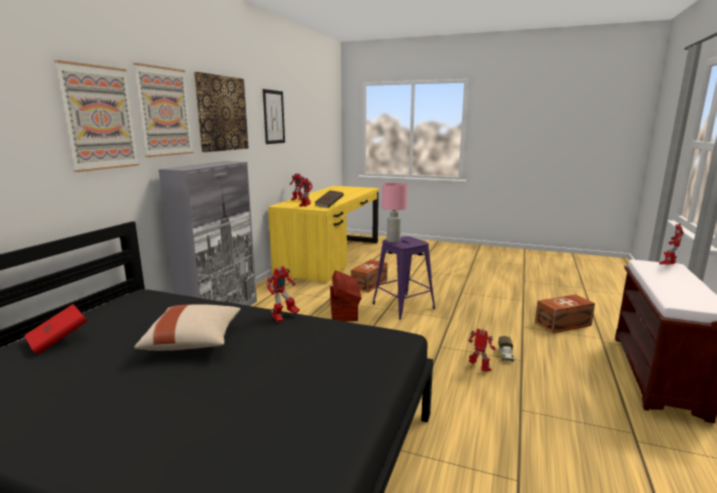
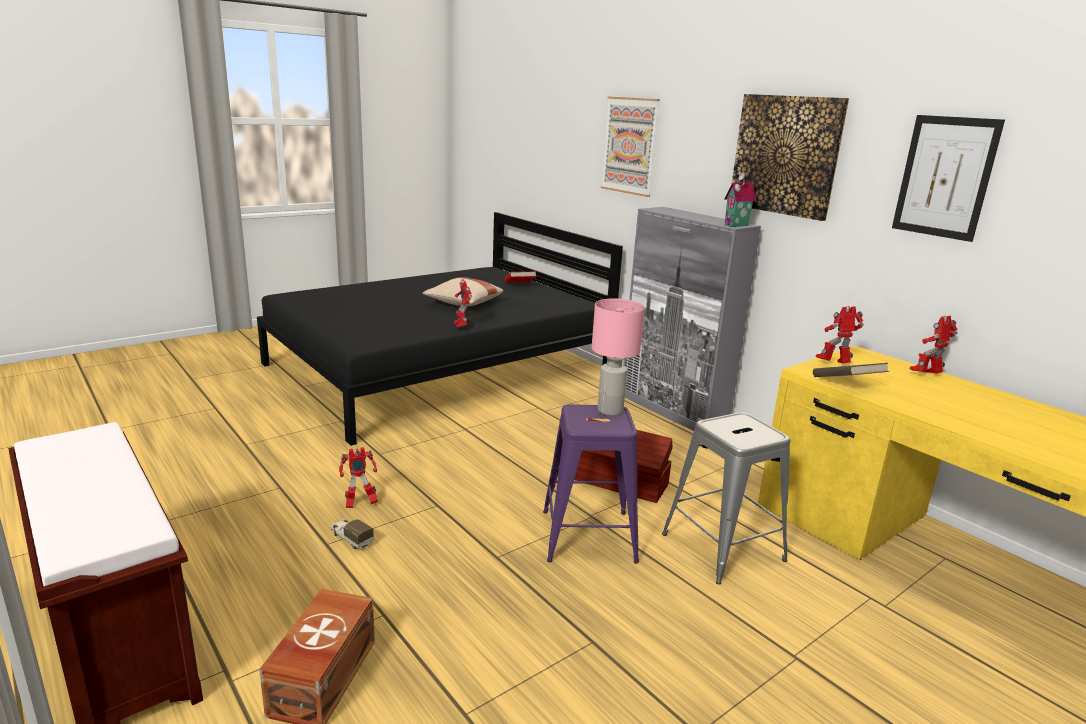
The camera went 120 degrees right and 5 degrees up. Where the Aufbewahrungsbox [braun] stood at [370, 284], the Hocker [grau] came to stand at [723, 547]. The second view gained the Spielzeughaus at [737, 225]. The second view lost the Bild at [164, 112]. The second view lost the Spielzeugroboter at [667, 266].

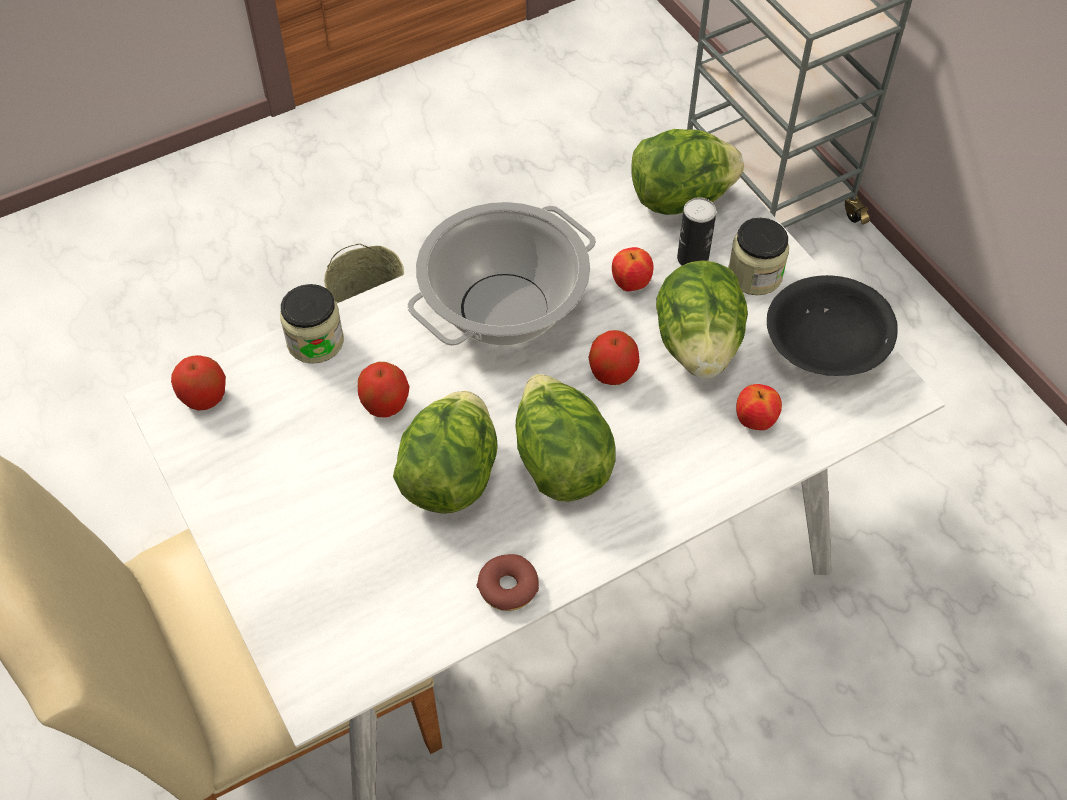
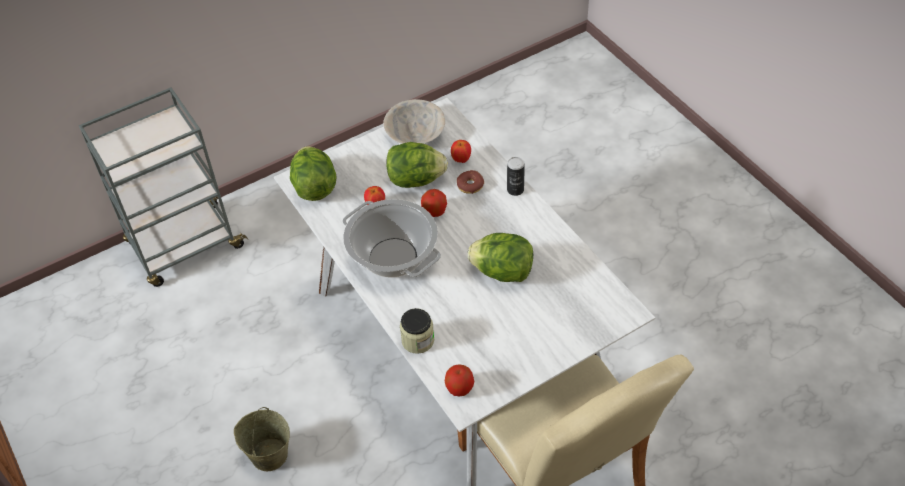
The camera went 90 degrees left and 5 degrees down. What was the Schüssel [schwarz] at [826, 347] turned into the Schüssel [beige] at [415, 134]. The Donut ended up elsewhere, having gone from [508, 587] to [470, 185]. The Dose ended up elsewhere, having gone from [692, 258] to [515, 189]. The second view lost the Apfel at [385, 404]. The second view lost the Salatkopf at [560, 461]. The second view lost the Vorratsglas at [754, 275].

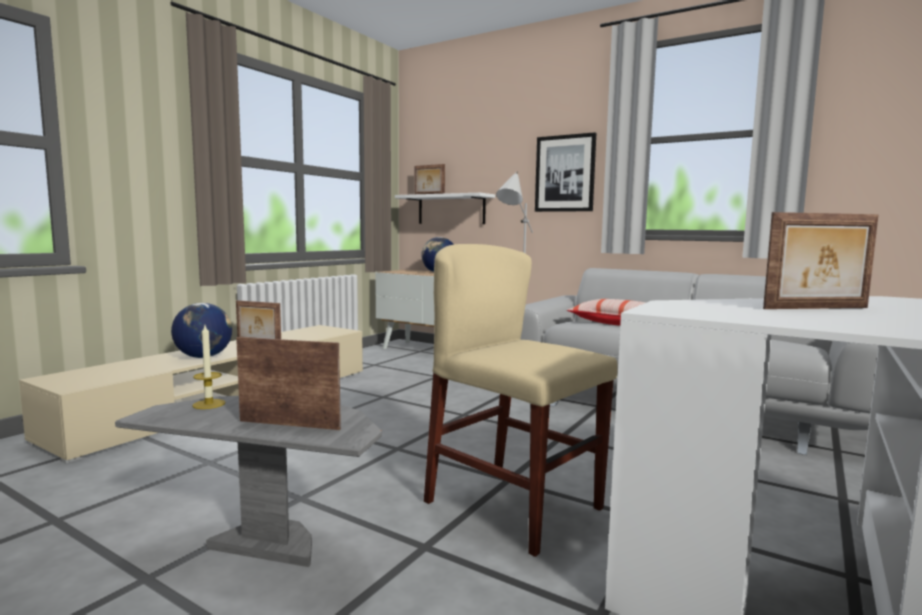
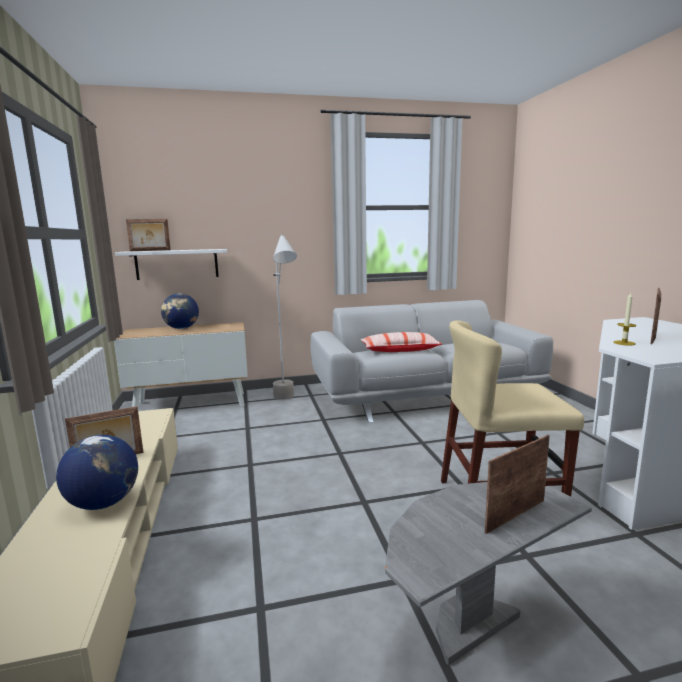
The camera went 45 degrees left and 5 degrees up. The Kerze ended up elsewhere, having gone from [209, 404] to [624, 343]. The second view lost the Bild at [565, 173].

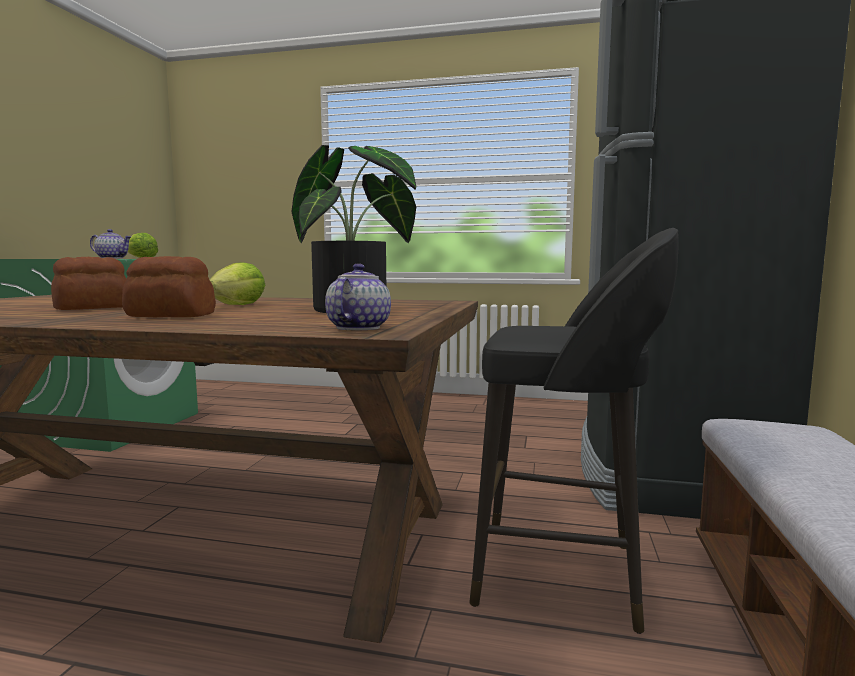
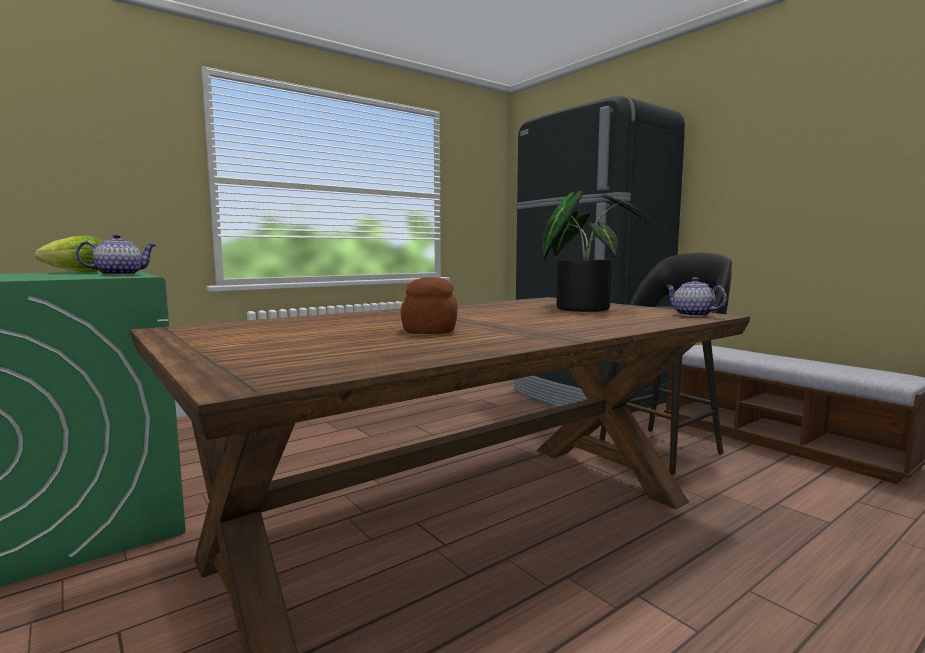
The camera went 50 degrees left and 0 degrees up. The second view lost the Brot at [171, 315]. The second view lost the Salatkopf at [238, 305].

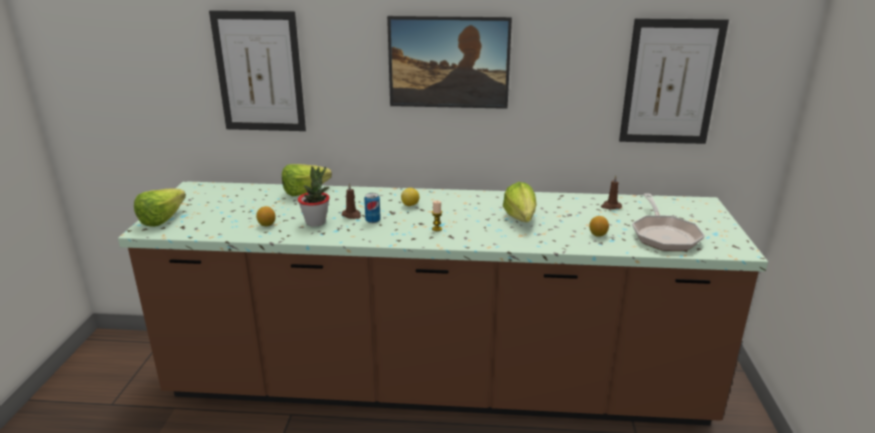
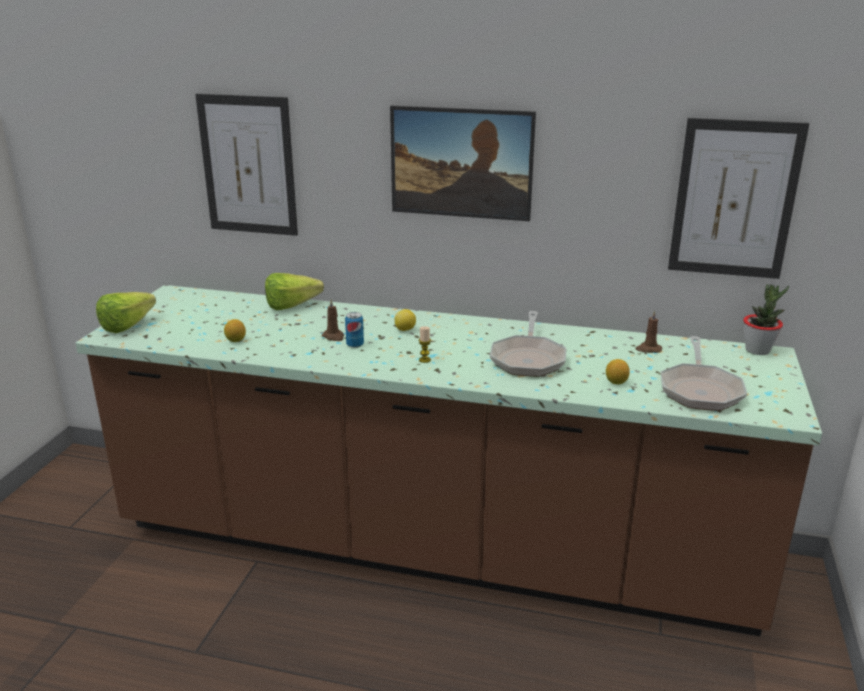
The camera went 10 degrees right and 0 degrees up. Where the Salatkopf stood at [520, 221], the Pfanne came to stand at [528, 358]. The Topfpflanze ended up elsewhere, having gone from [316, 222] to [757, 350].

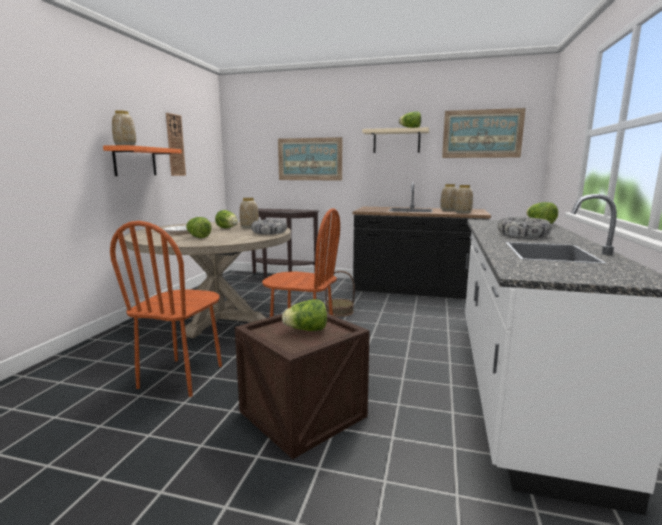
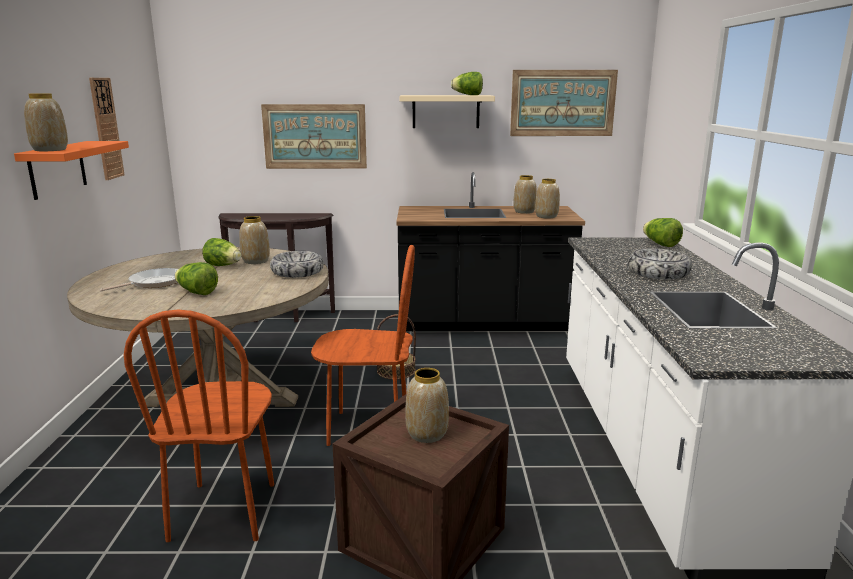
The camera went 15 degrees left and 5 degrees up. Where the Salatkopf stood at [306, 330], the Vase came to stand at [427, 434].

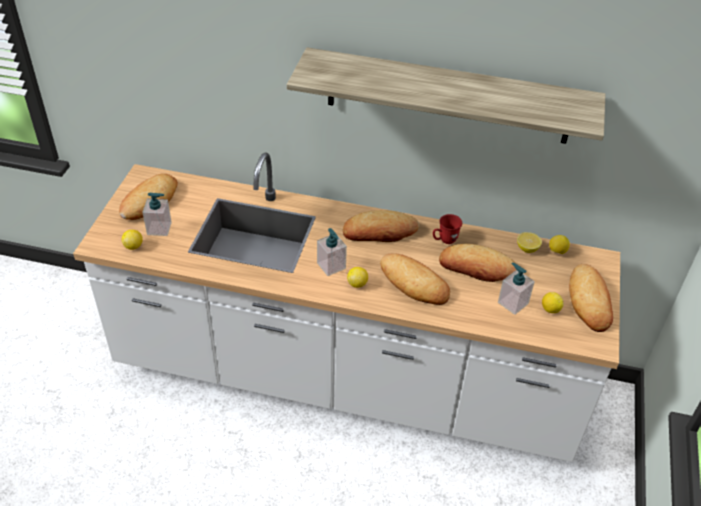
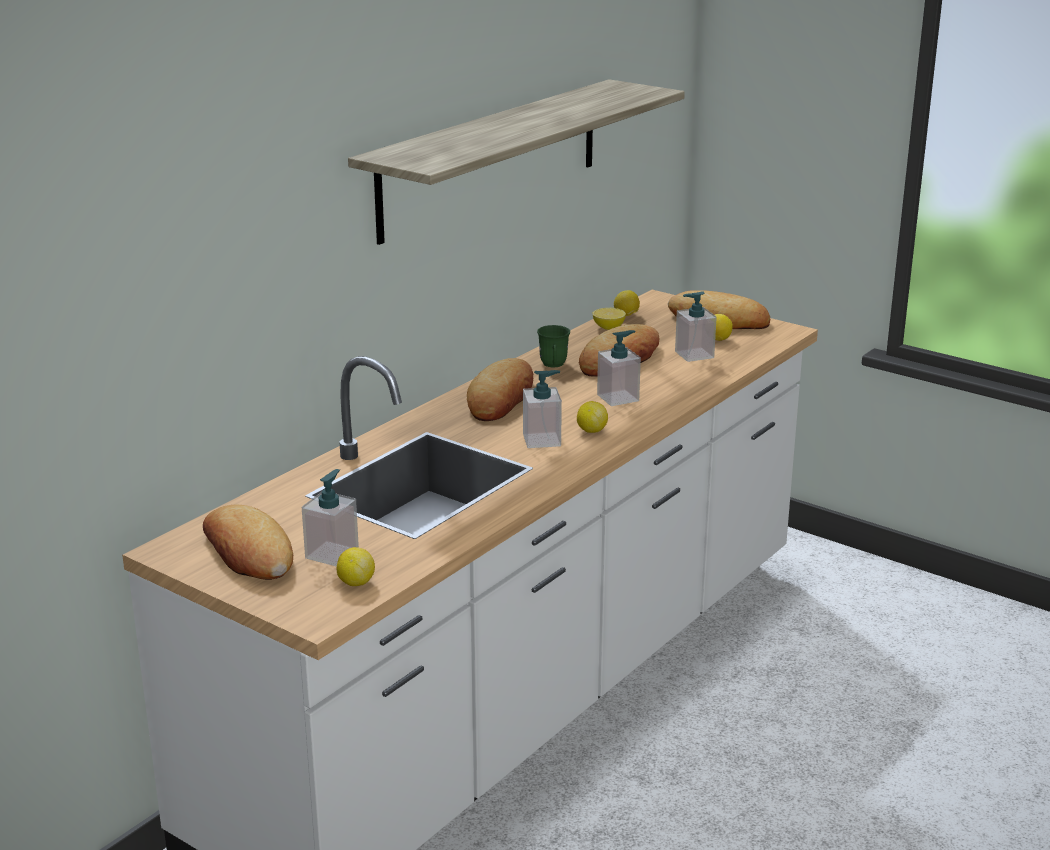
The camera went 65 degrees left and 20 degrees down. What was the Henkelbecher [rot] at [444, 240] turned into the Henkelbecher [grün] at [553, 365]. Where the Brot stood at [414, 283], the Seifenspender came to stand at [618, 398].

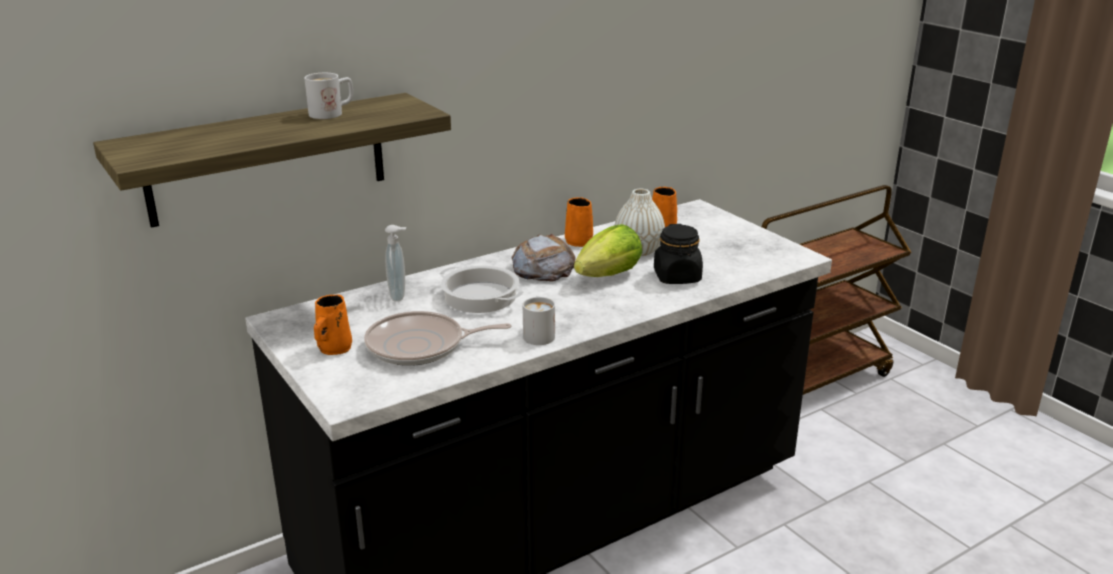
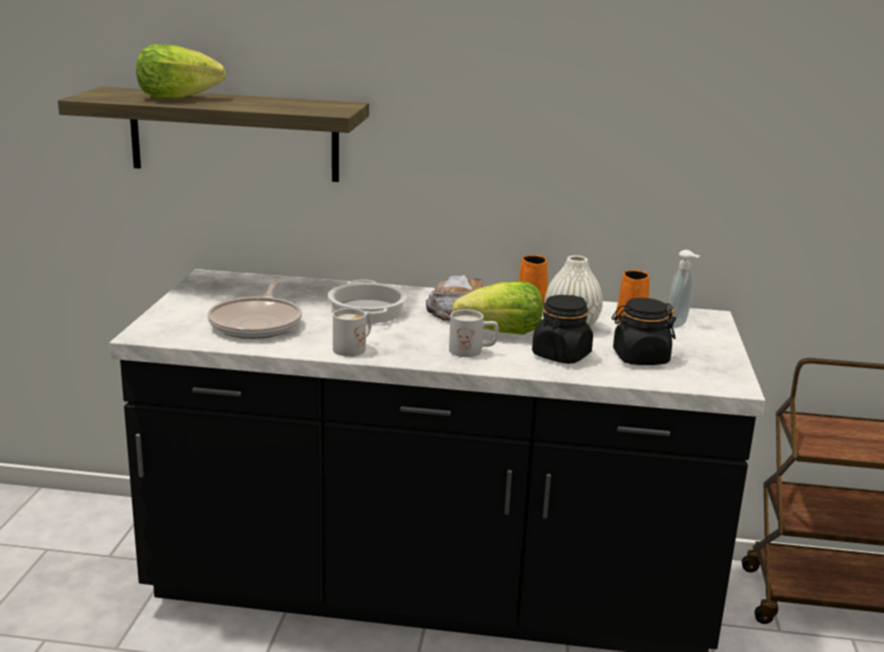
The camera went 40 degrees right and 5 degrees down. The second view gained the Salatkopf at [176, 98]. The Pfanne at [421, 346] ended up facing another way, 120 degrees counterclockwise from before. The Henkelbecher [weiß] ended up elsewhere, having gone from [332, 113] to [473, 351]. The second view gained the Vorratsglas [schwarz] at [640, 358]. The Seifenspender ended up elsewhere, having gone from [399, 296] to [679, 324]. The second view lost the Henkelbecher [orange] at [334, 349].

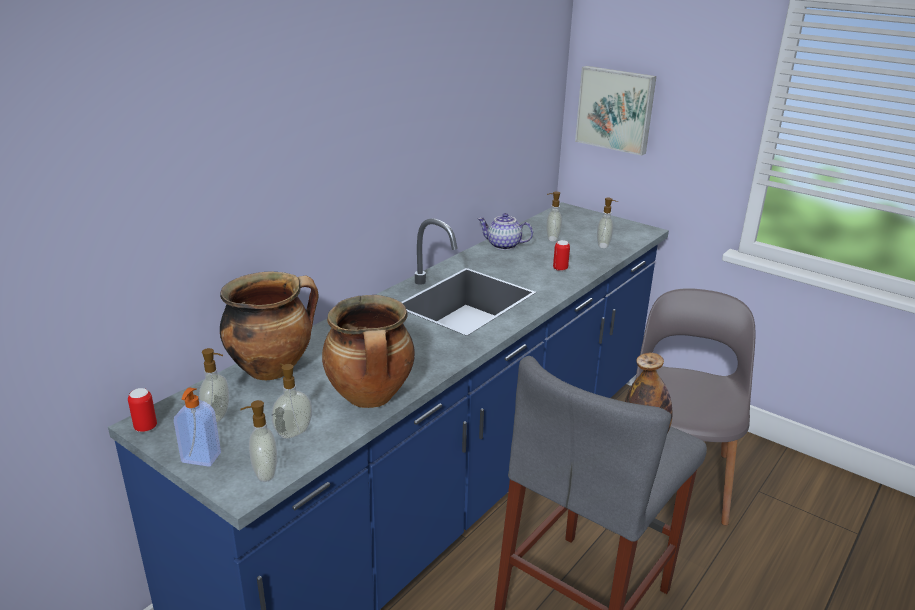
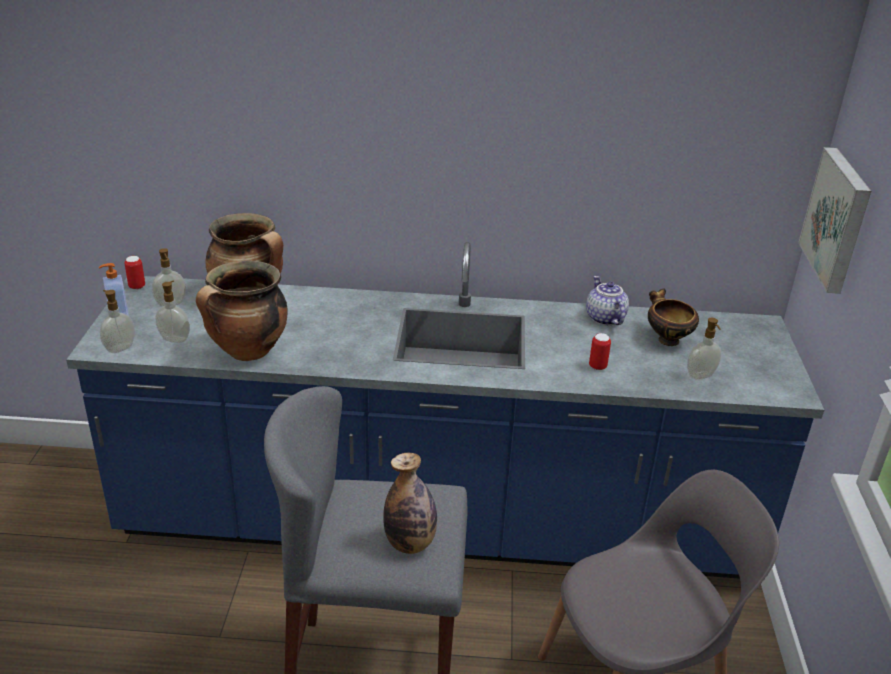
The camera went 55 degrees right and 5 degrees up. Where the Seifenspender stood at [552, 238], the Schüssel came to stand at [666, 339].

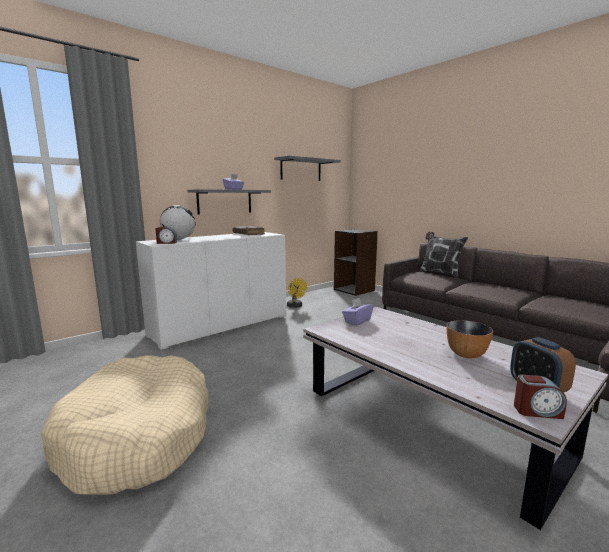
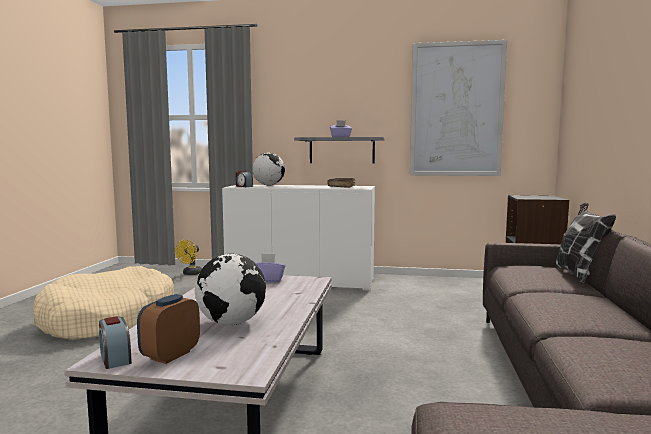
The camera went 50 degrees right and 5 degrees down. The Ventilator [gelb] ended up elsewhere, having gone from [295, 306] to [190, 274]. Where the Schüssel stood at [466, 354], the Globus came to stand at [232, 323]. Where the Wandregal [grau] hung at [301, 170], the Bild came to hang at [456, 110].

